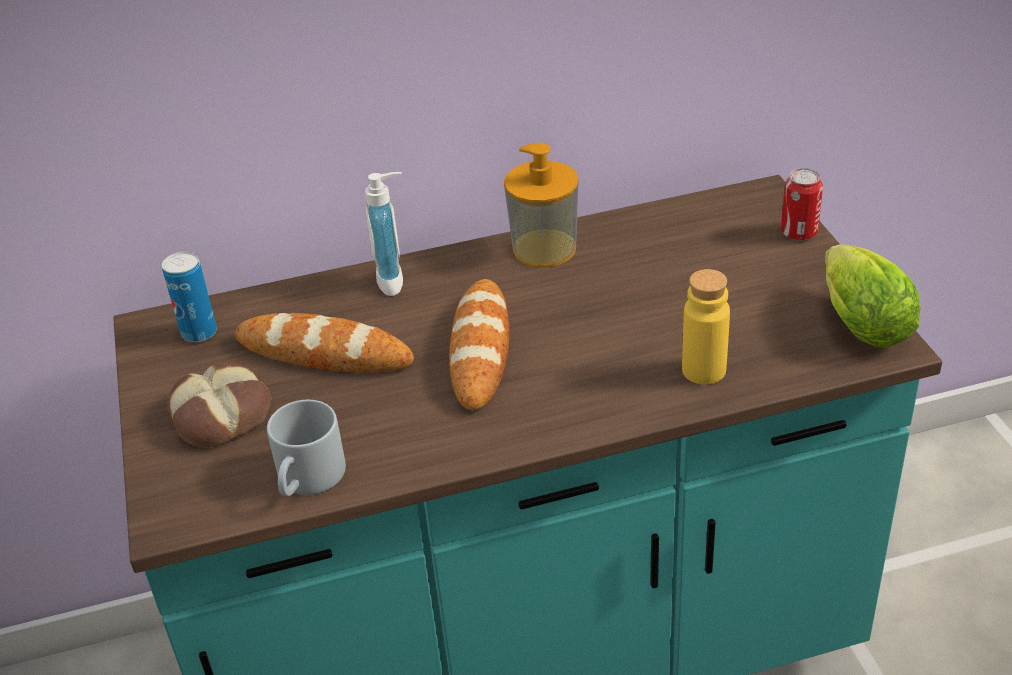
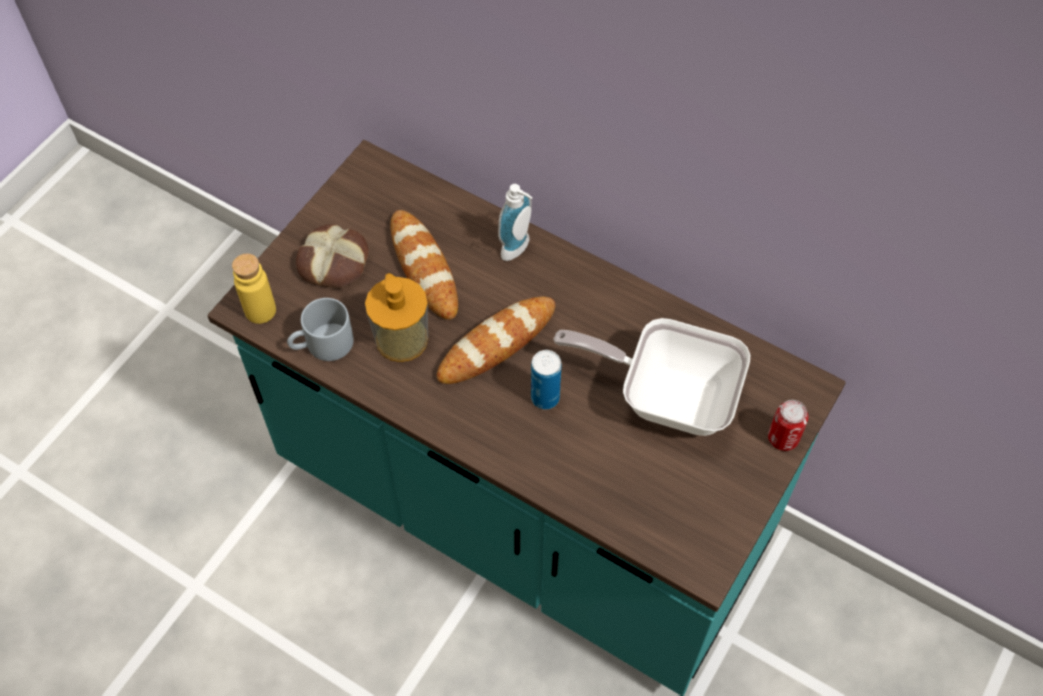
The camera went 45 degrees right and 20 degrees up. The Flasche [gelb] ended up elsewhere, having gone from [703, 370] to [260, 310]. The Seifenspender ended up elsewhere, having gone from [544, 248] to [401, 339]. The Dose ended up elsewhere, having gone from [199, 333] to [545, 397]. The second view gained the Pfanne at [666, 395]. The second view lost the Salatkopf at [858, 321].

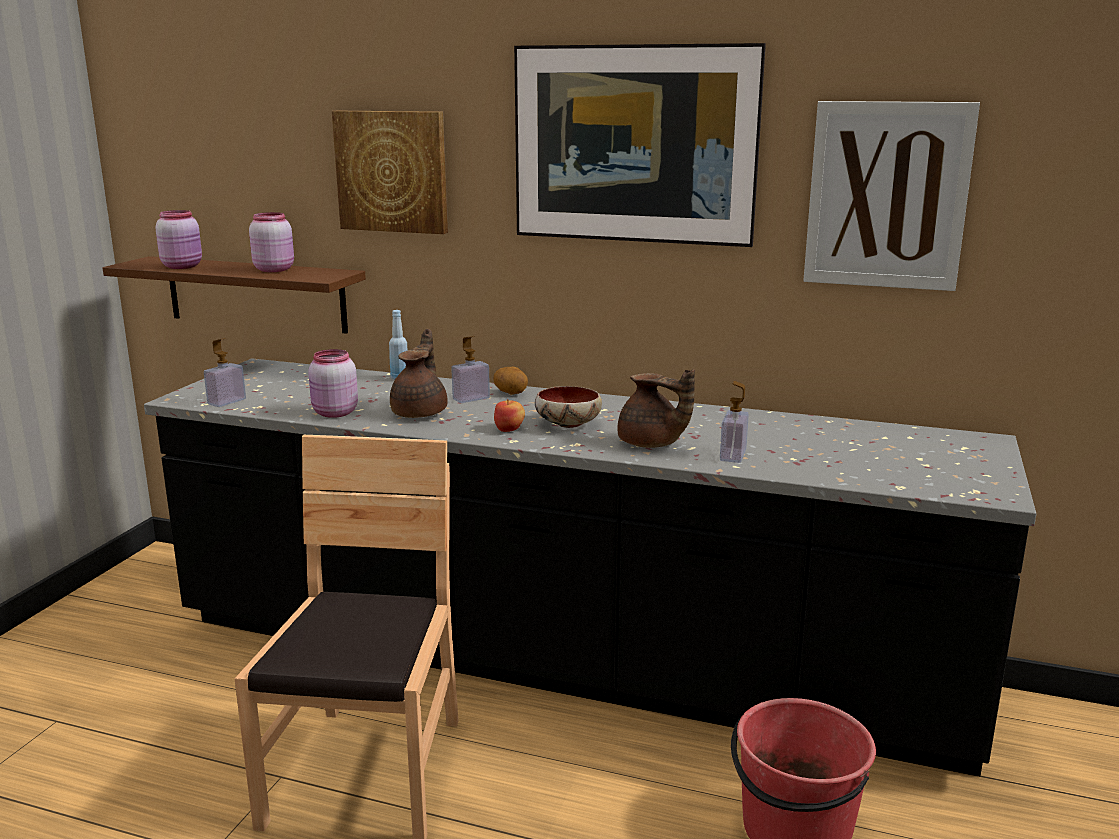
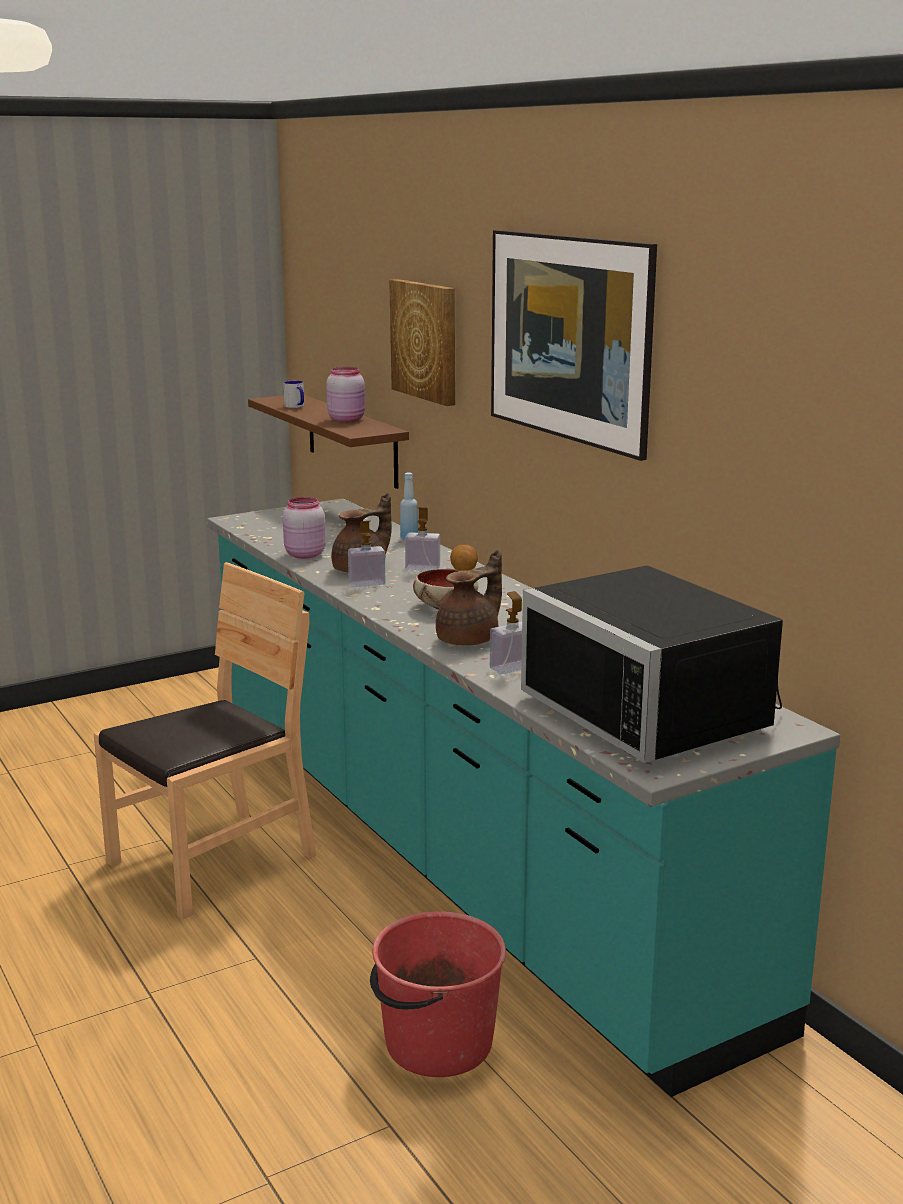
The camera went 40 degrees right and 0 degrees up. What was the Küchenzeile [schwarz] at [559, 662] turned into the Küchenzeile [türkis] at [451, 848]. Where the Vorratsglas [rosa] stood at [183, 266], the Henkelbecher came to stand at [296, 406]. The Seifenspender ended up elsewhere, having gone from [227, 402] to [367, 583]. The Teekanne [braun] at [651, 444] ended up facing another way, 120 degrees counterclockwise from before. The second view gained the Mikrowelle [schwarz] at [658, 711]. The second view lost the Apfel at [509, 429]. The second view lost the Bild at [887, 196].

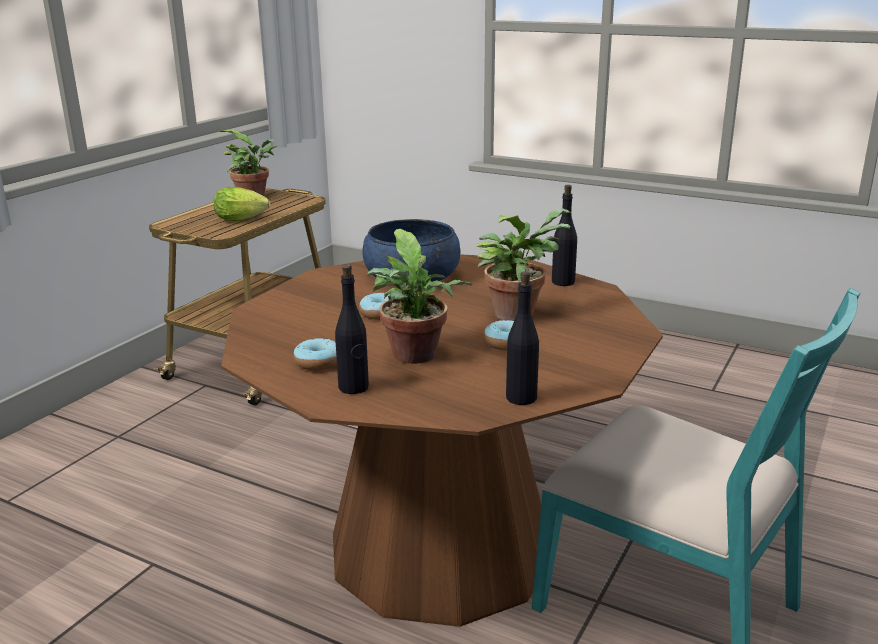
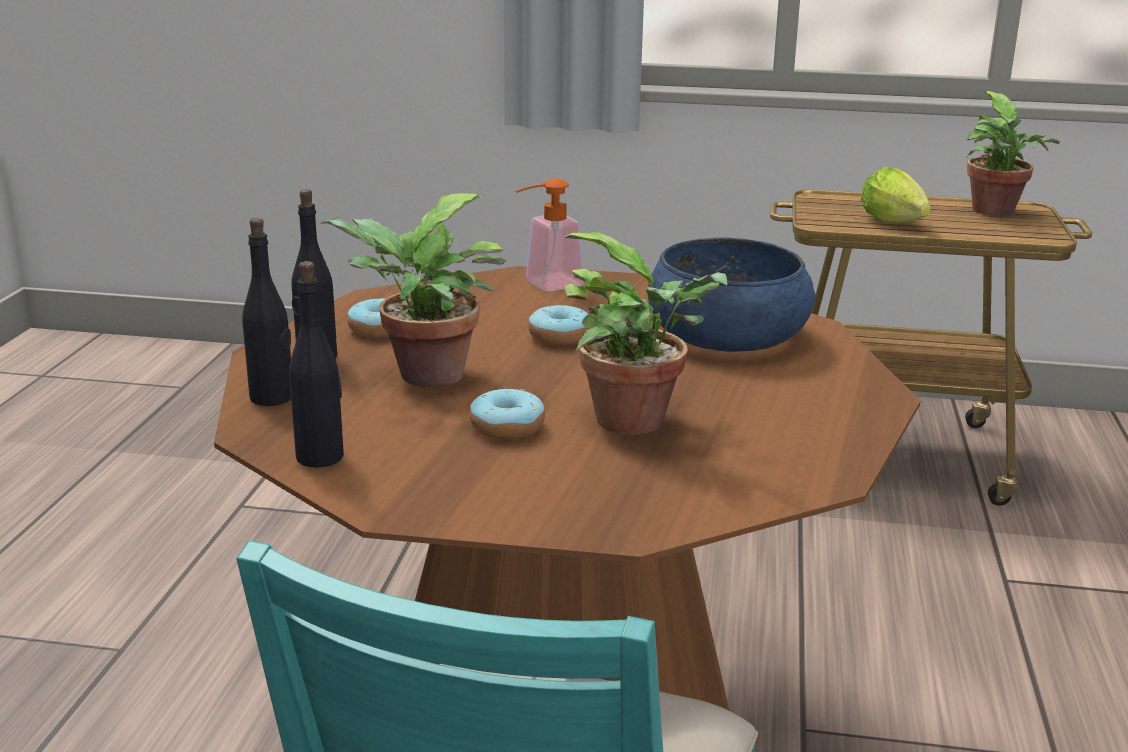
The camera went 70 degrees right and 0 degrees up. The Flasche [schwarz] ended up elsewhere, having gone from [563, 282] to [272, 398]. The second view gained the Seifenspender at [545, 285].

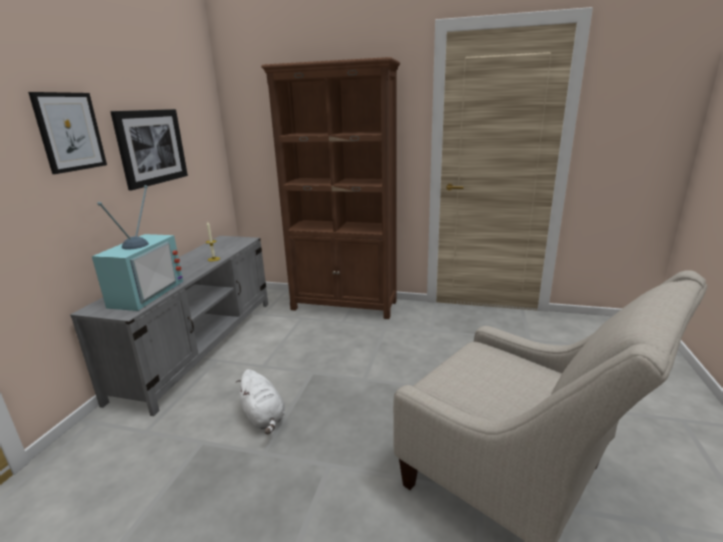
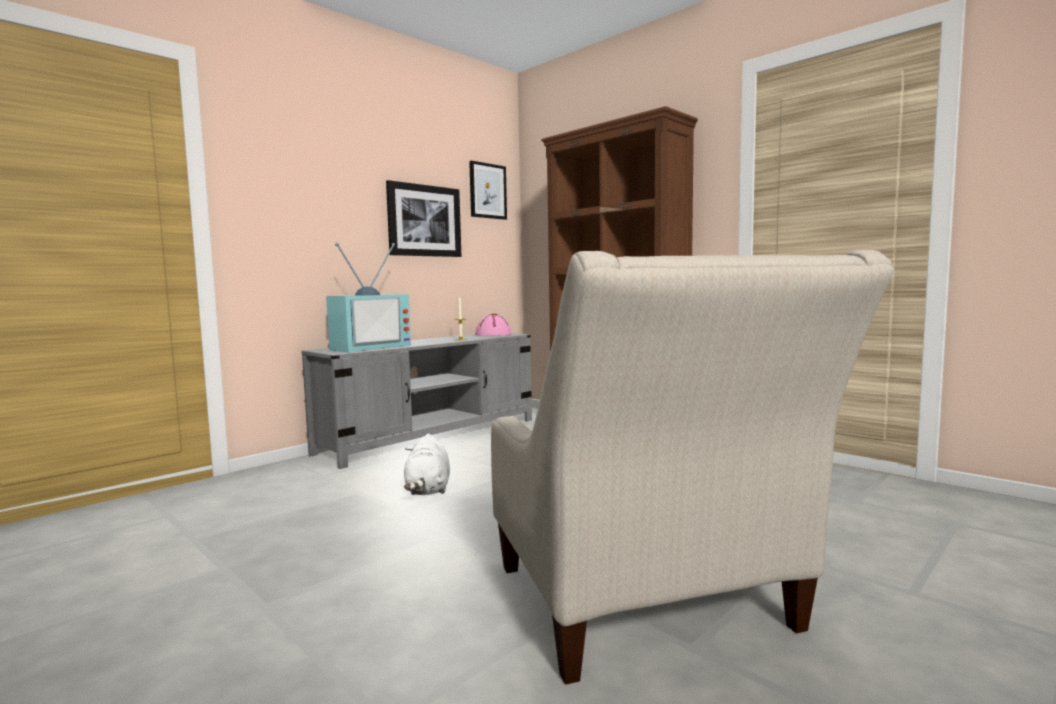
The camera went 30 degrees right and 15 degrees down. The Bild ended up elsewhere, having gone from [70, 132] to [487, 191]. The second view gained the Hut [rosa] at [493, 335].

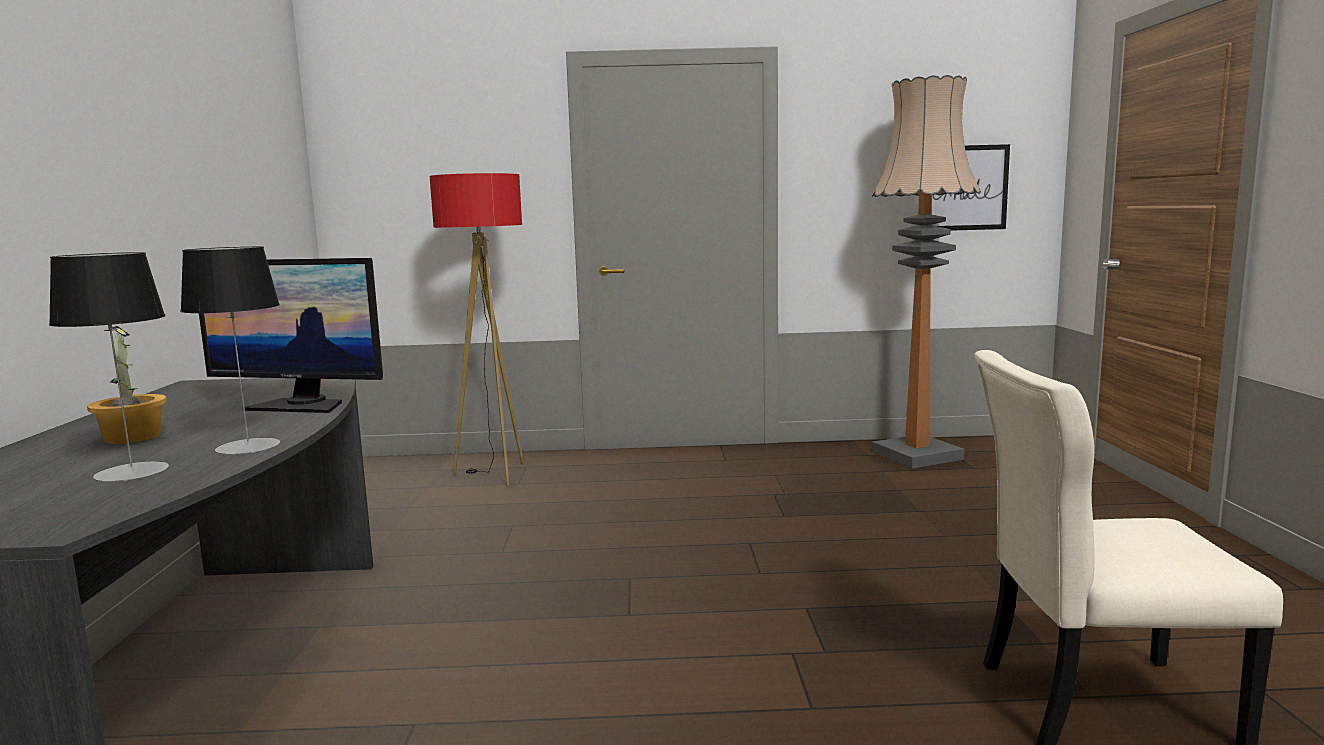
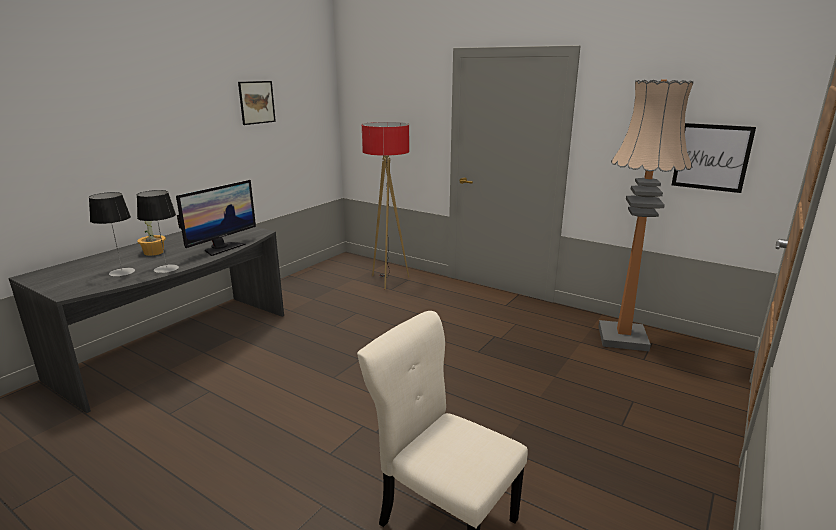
The camera went 35 degrees right and 10 degrees up. The Monitor at [301, 406] ended up facing another way, 105 degrees counterclockwise from before. The second view gained the Bild at [256, 102].

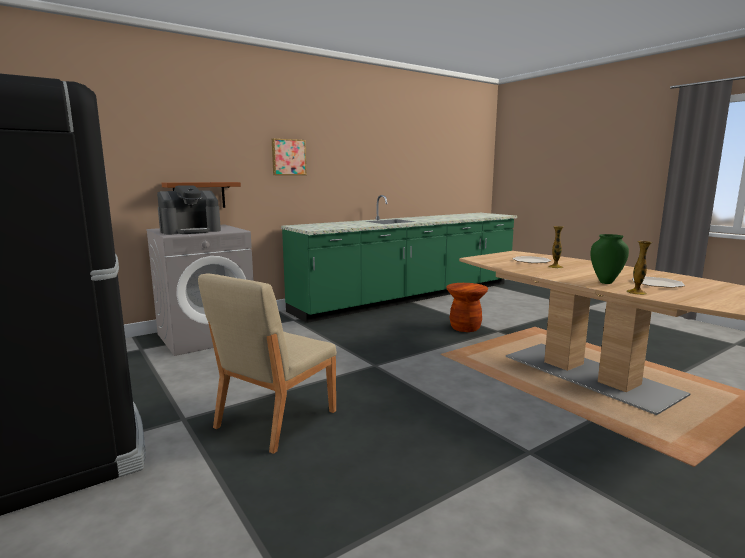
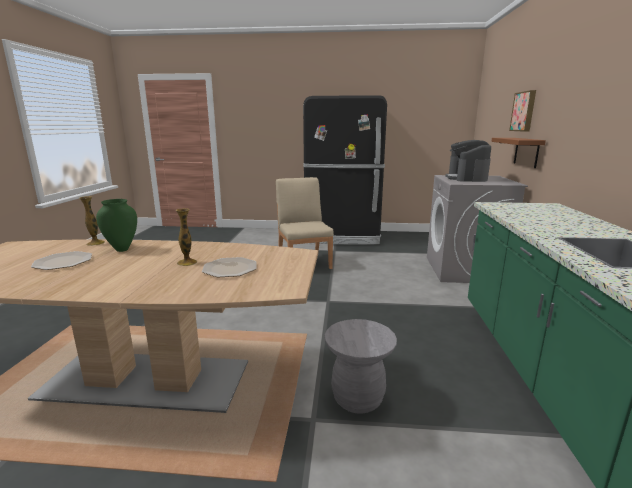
The camera went 130 degrees right and 5 degrees up. What was the Hocker [braun] at [465, 328] turned into the Hocker [grau] at [357, 398]. The Bild ended up elsewhere, having gone from [288, 157] to [524, 111].

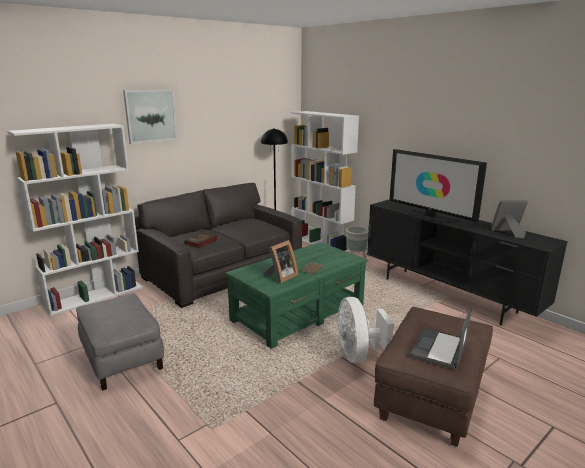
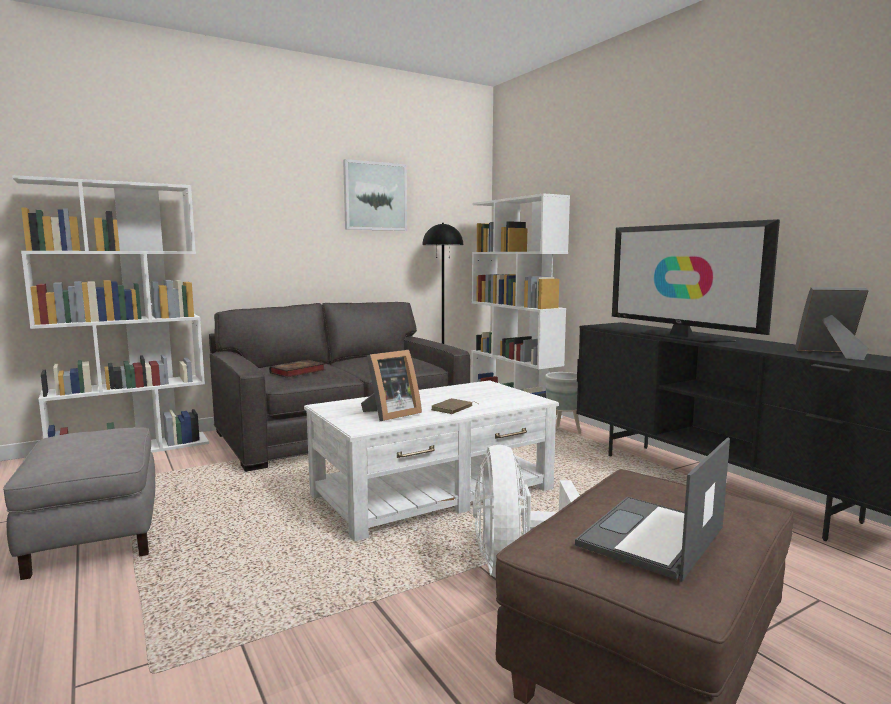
The camera went 10 degrees right and 10 degrees down. What was the Couchtisch [grün] at [299, 313] turned into the Couchtisch [weiß] at [434, 492]. The Bild ended up elsewhere, having gone from [150, 115] to [375, 196].

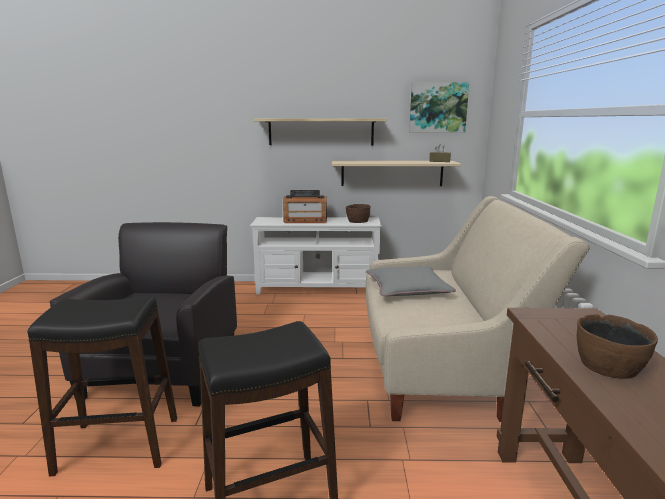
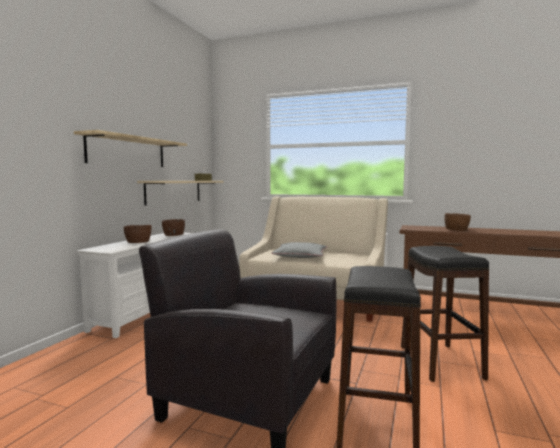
The camera went 70 degrees left and 10 degrees down. Where the Radio stood at [305, 220], the Schüssel [braun] came to stand at [138, 242]. The second view lost the Bild at [438, 107].

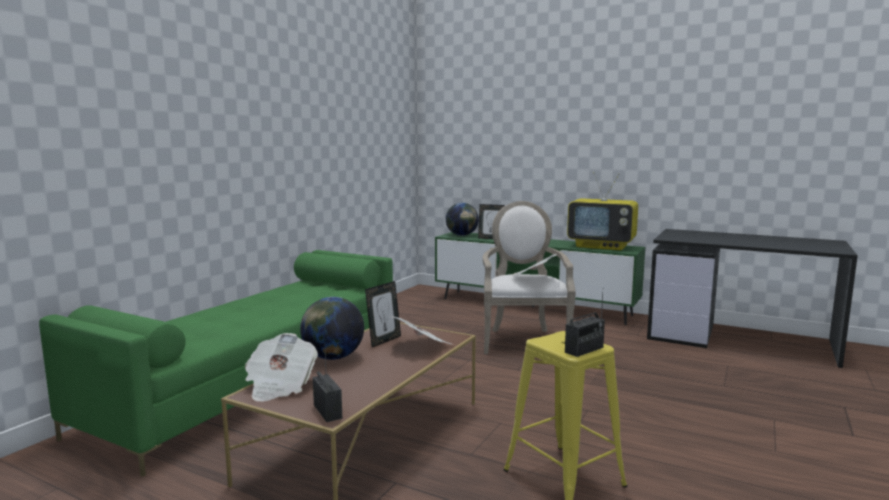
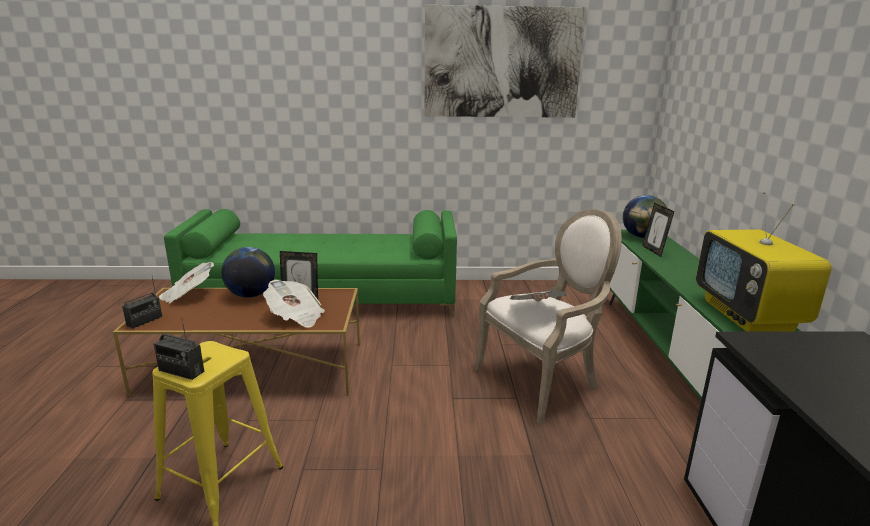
The camera went 60 degrees right and 10 degrees up. The second view gained the Bild at [502, 63].

